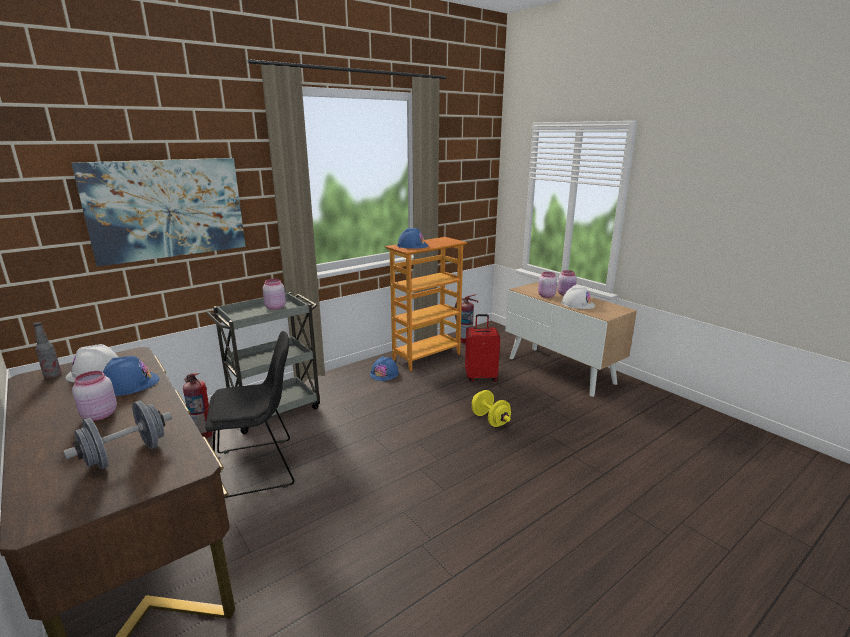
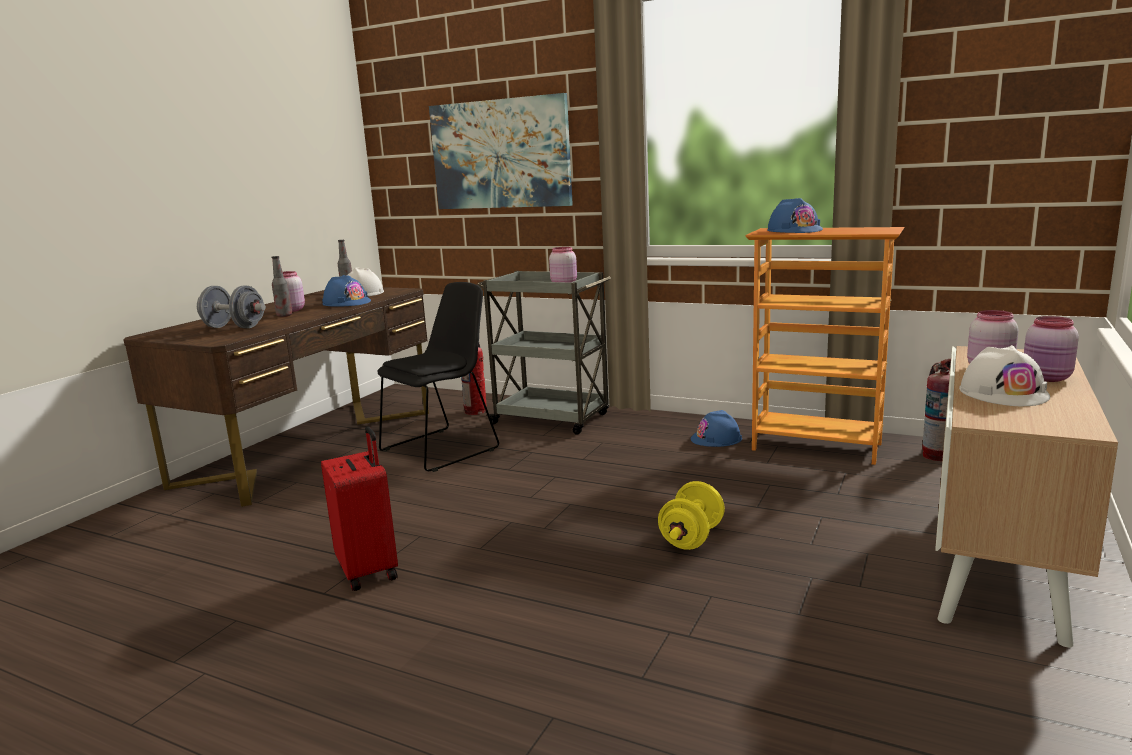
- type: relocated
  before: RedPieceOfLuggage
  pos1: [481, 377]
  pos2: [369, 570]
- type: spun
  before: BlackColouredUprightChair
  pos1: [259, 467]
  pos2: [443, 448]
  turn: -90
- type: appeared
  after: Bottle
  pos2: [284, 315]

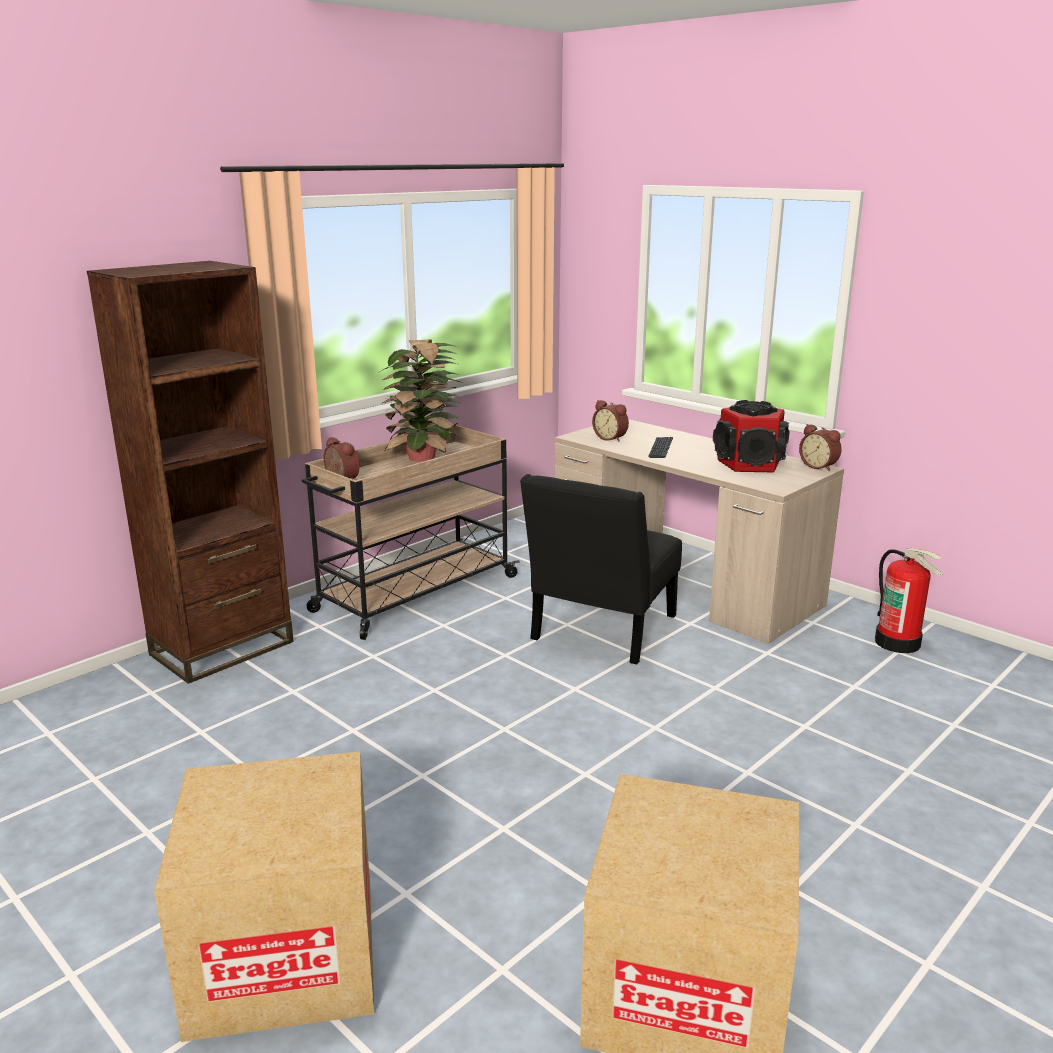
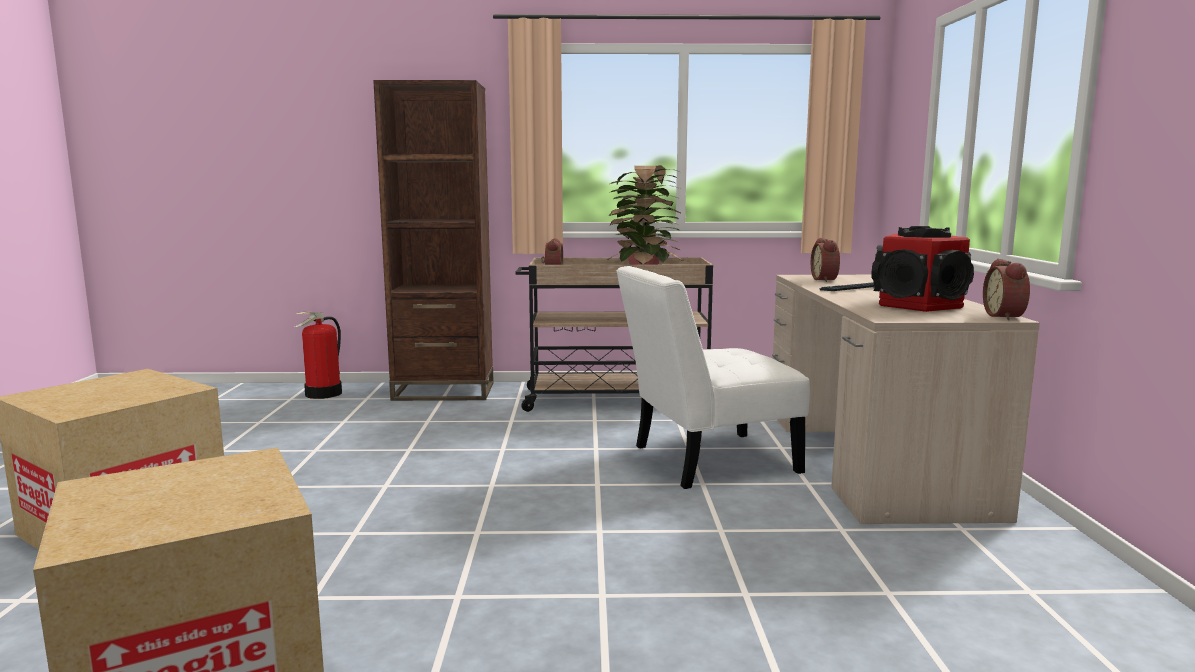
- type: colour
  before: BlackColouredUprightChair
  after: WhiteUprightChair
  pos1: [600, 631]
  pos2: [706, 461]
- type: relocated
  before: Extinguisher
  pos1: [898, 642]
  pos2: [324, 394]

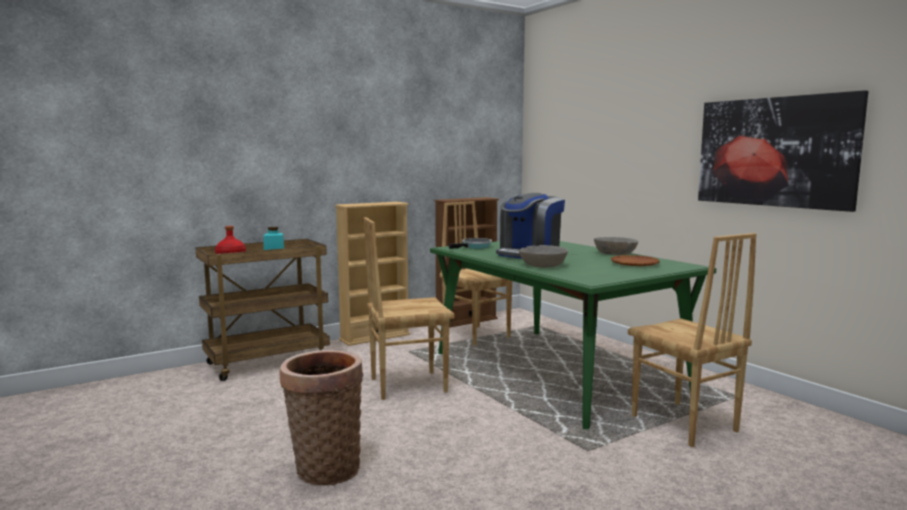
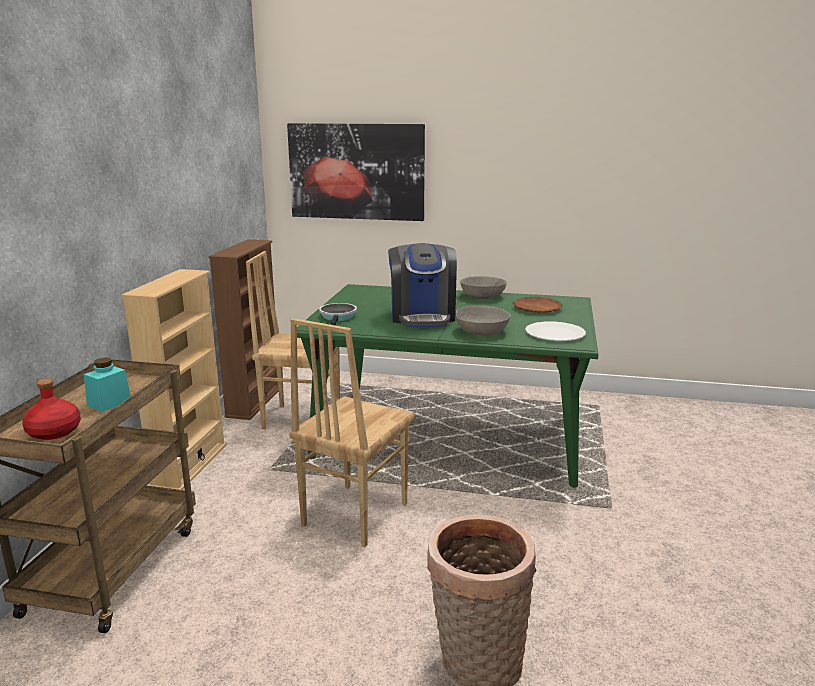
- type: relocated
  before: WallPicture
  pos1: [774, 152]
  pos2: [356, 171]
- type: missing
  before: BrownishUprightChair
  pos1: [683, 425]
- type: appeared
  after: WhitePlate
  pos2: [555, 333]

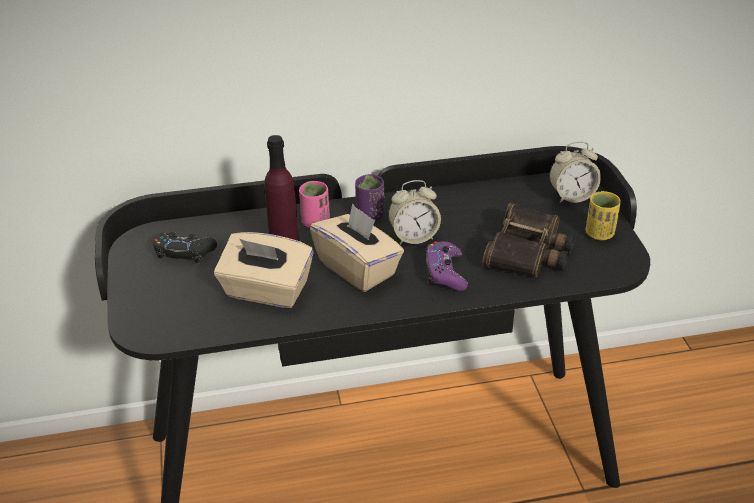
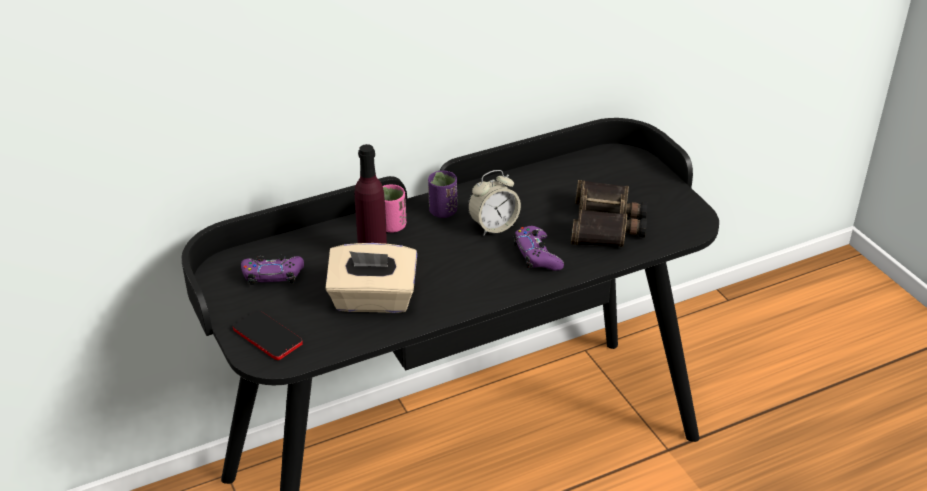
- type: missing
  before: AlarmClock
  pos1: [572, 196]
- type: missing
  before: YellowDrinkingCup
  pos1: [599, 234]
- type: missing
  before: BeigeColouredBoxOfTissues
  pos1: [358, 268]
- type: colour
  before: BlackColouredJoypad
  after: PurpleJoypad
  pos1: [184, 252]
  pos2: [273, 275]
- type: appeared
  after: Handset
  pos2: [267, 336]

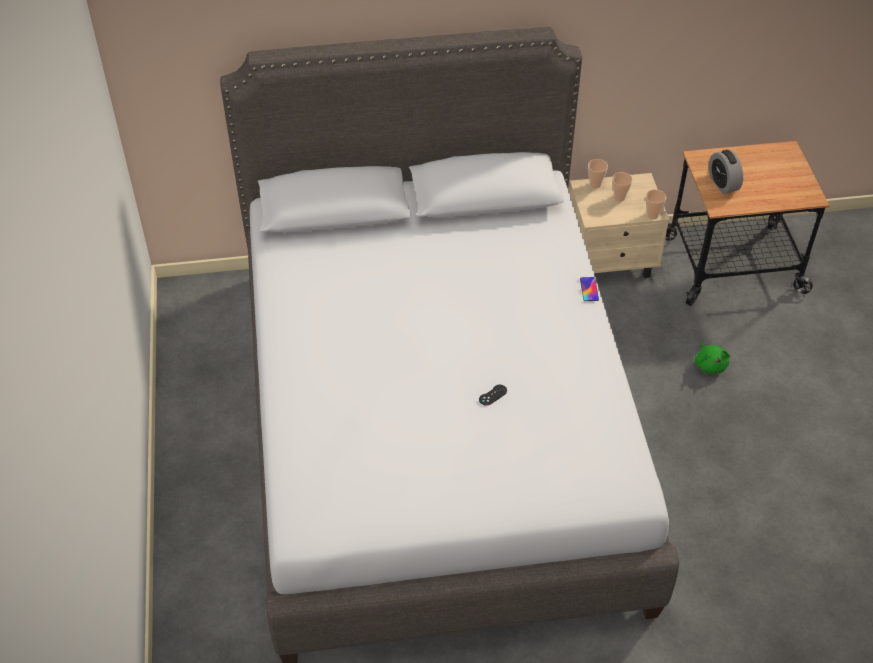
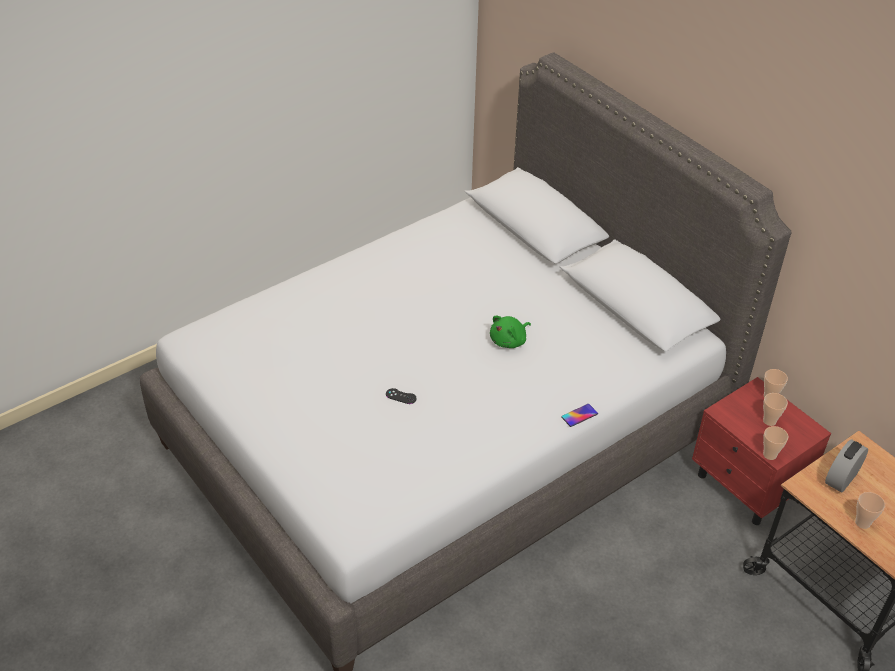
- type: colour
  before: BeigeColouredNightTable
  after: RedNightTable
  pos1: [610, 261]
  pos2: [748, 486]
- type: relocated
  before: GreenishCuddlyToy
  pos1: [710, 365]
  pos2: [509, 341]
- type: appeared
  after: DrinkingCup
  pos2: [862, 523]

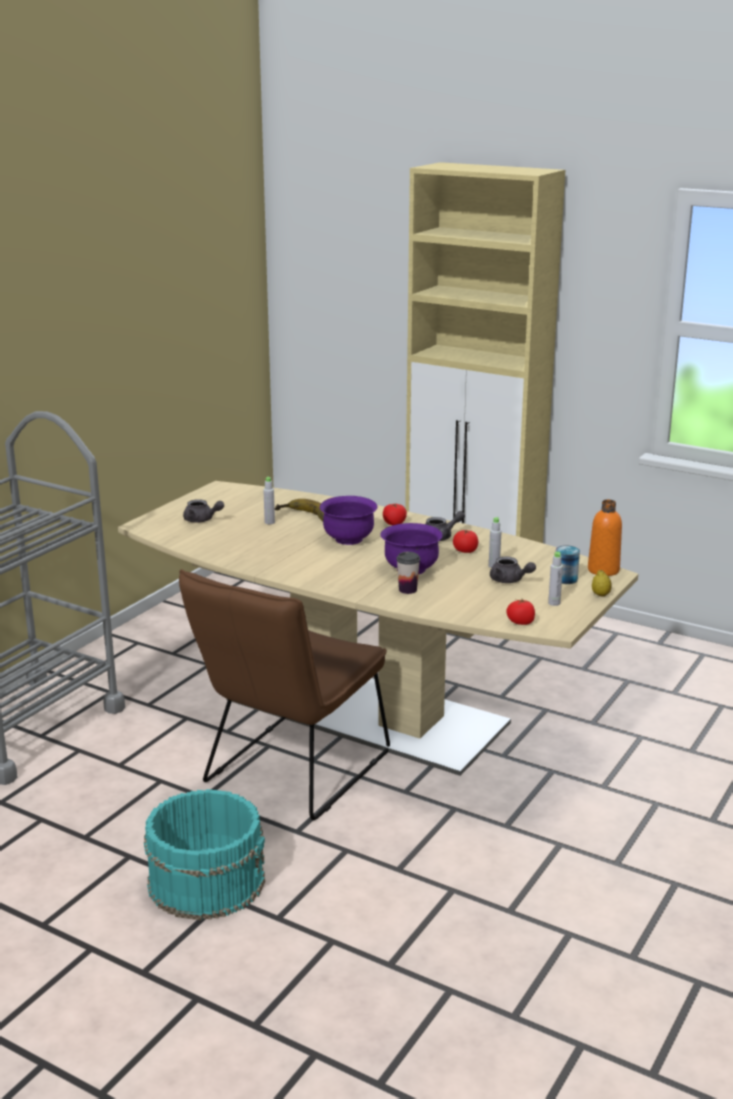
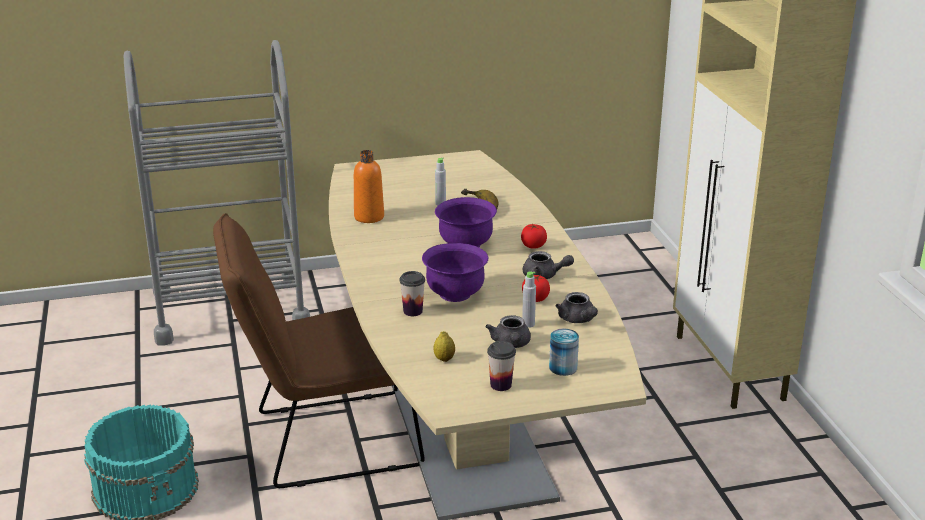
- type: relocated
  before: GrayPotForTea
  pos1: [202, 520]
  pos2: [578, 320]
- type: relocated
  before: OrangeyBottle
  pos1: [603, 570]
  pos2: [369, 217]
- type: exchanged
  before: GrayBottle
  after: DrinkingCup
  pos1: [554, 603]
  pos2: [501, 385]
- type: relocated
  before: Lemon
  pos1: [600, 595]
  pos2: [444, 359]
- type: missing
  before: WholeTomato
  pos1: [520, 622]

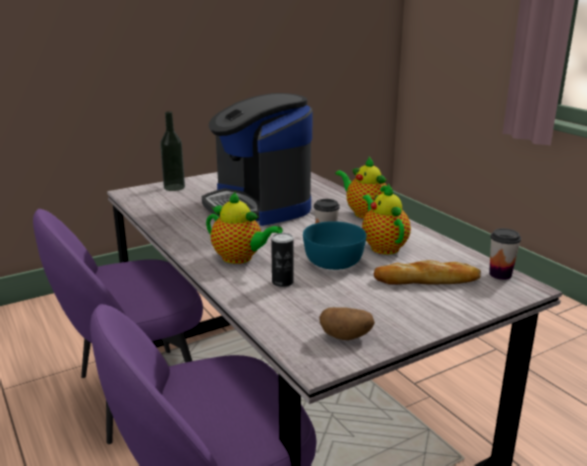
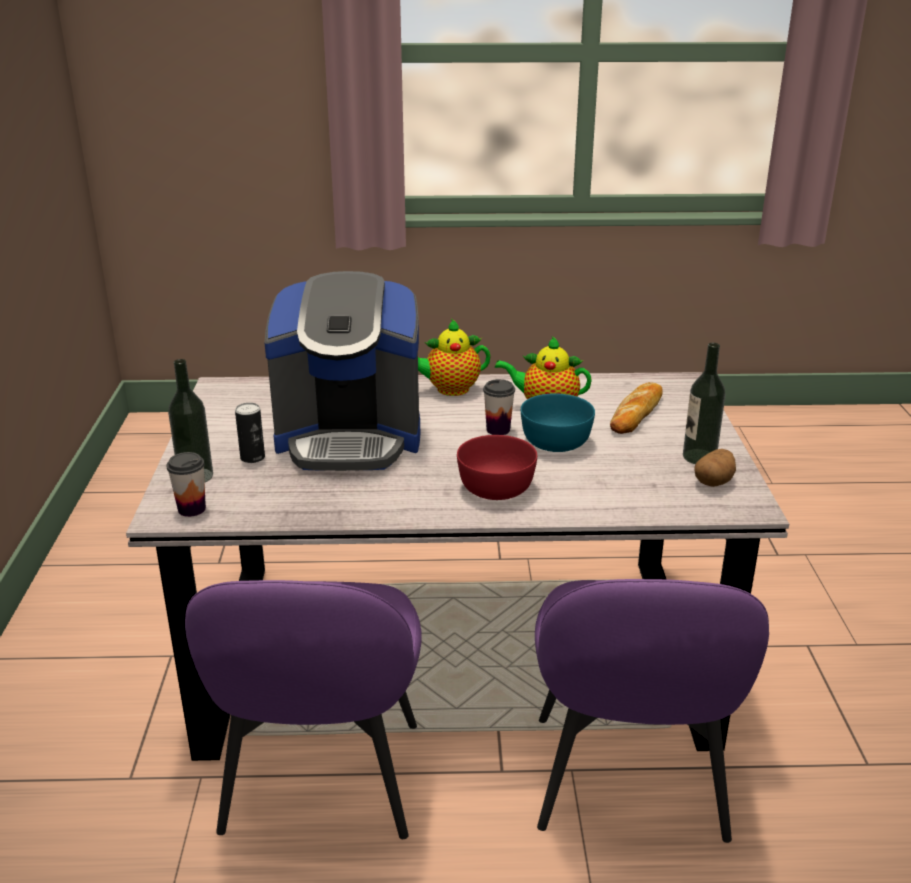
- type: exchanged
  before: PotForTea
  after: RedBowl
  pos1: [240, 258]
  pos2: [496, 488]
- type: relocated
  before: DrinkingCup
  pos1: [500, 274]
  pos2: [191, 509]
- type: relocated
  before: Can
  pos1: [282, 282]
  pos2: [252, 457]
- type: appeared
  after: Bottle
  pos2: [699, 457]

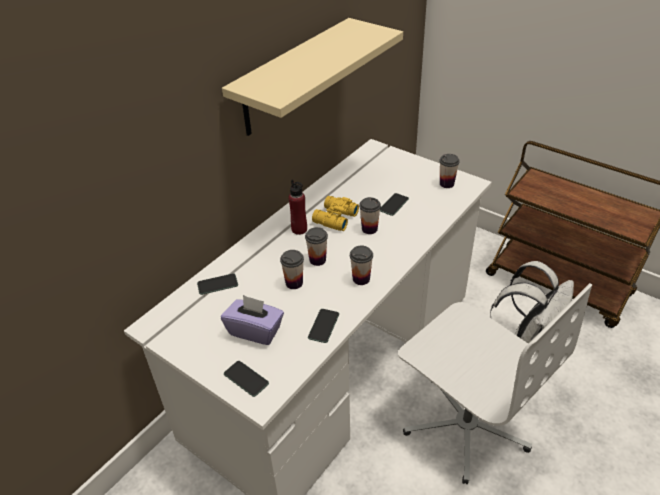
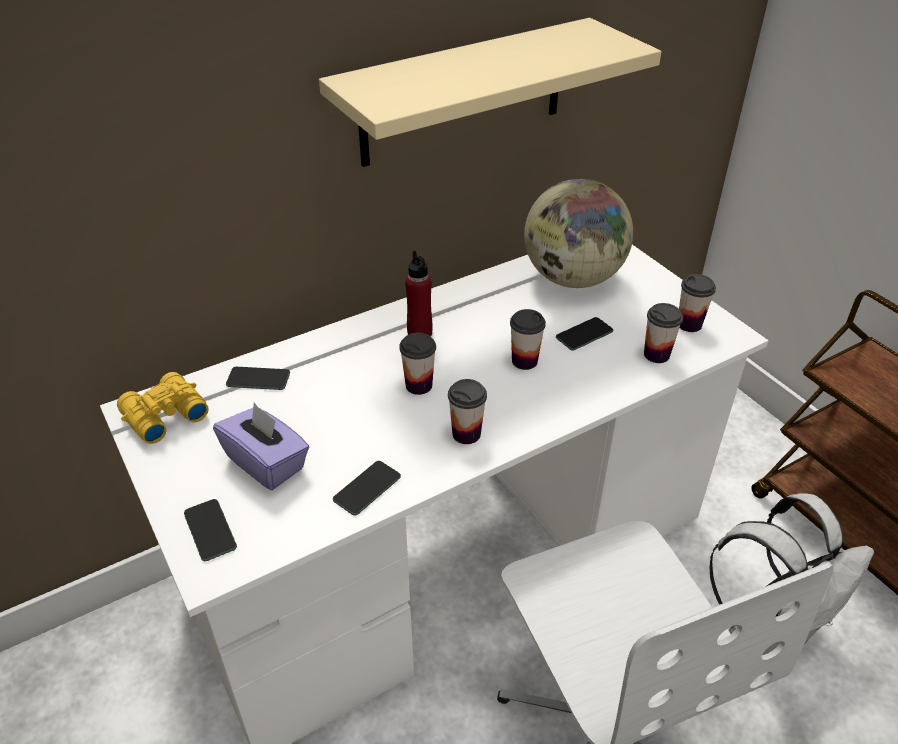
- type: relocated
  before: YellowBinoculars
  pos1: [334, 218]
  pos2: [163, 415]
- type: relocated
  before: DrinkingCup
  pos1: [294, 283]
  pos2: [656, 354]
- type: appeared
  after: WorldGlobe
  pos2: [572, 278]

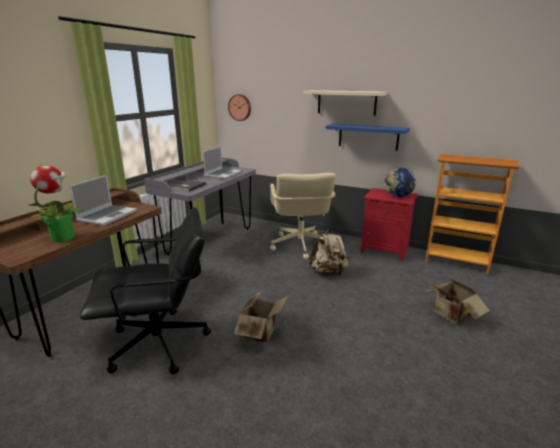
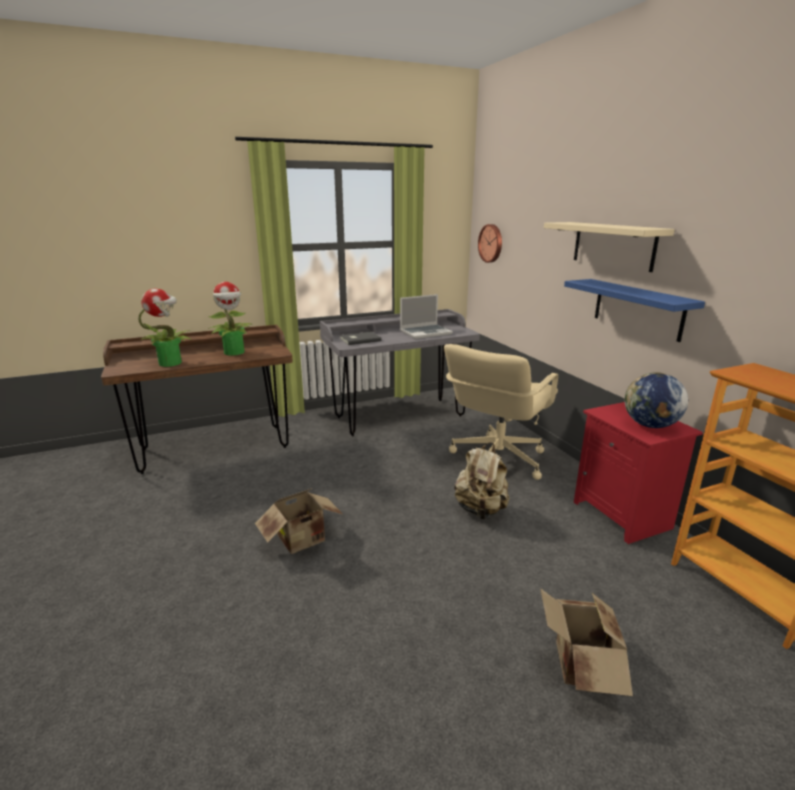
- type: exchanged
  before: NotebookComputer
  after: Houseplant
  pos1: [107, 216]
  pos2: [234, 352]
- type: missing
  before: BlackColouredComputerChair
  pos1: [160, 344]

